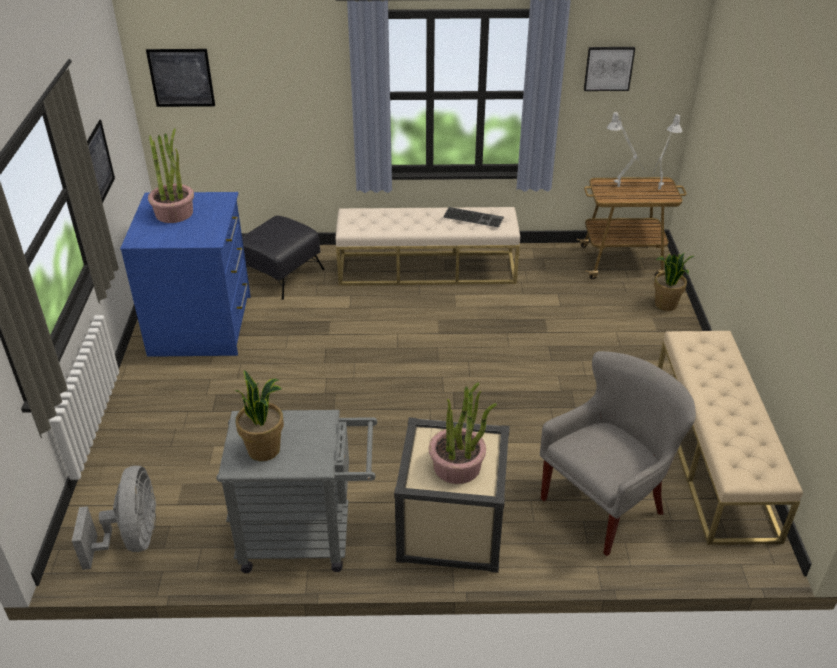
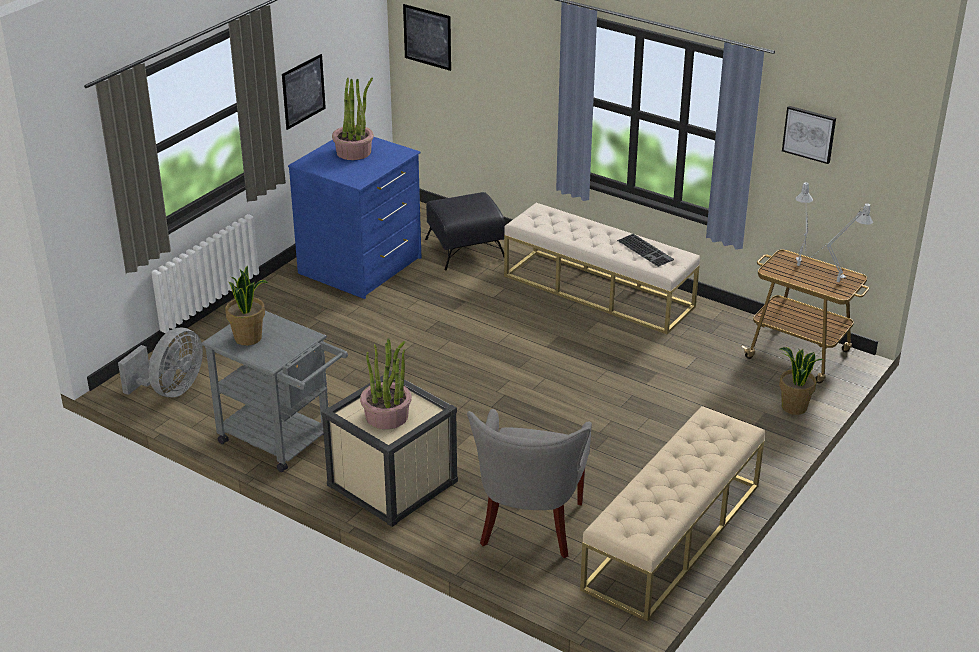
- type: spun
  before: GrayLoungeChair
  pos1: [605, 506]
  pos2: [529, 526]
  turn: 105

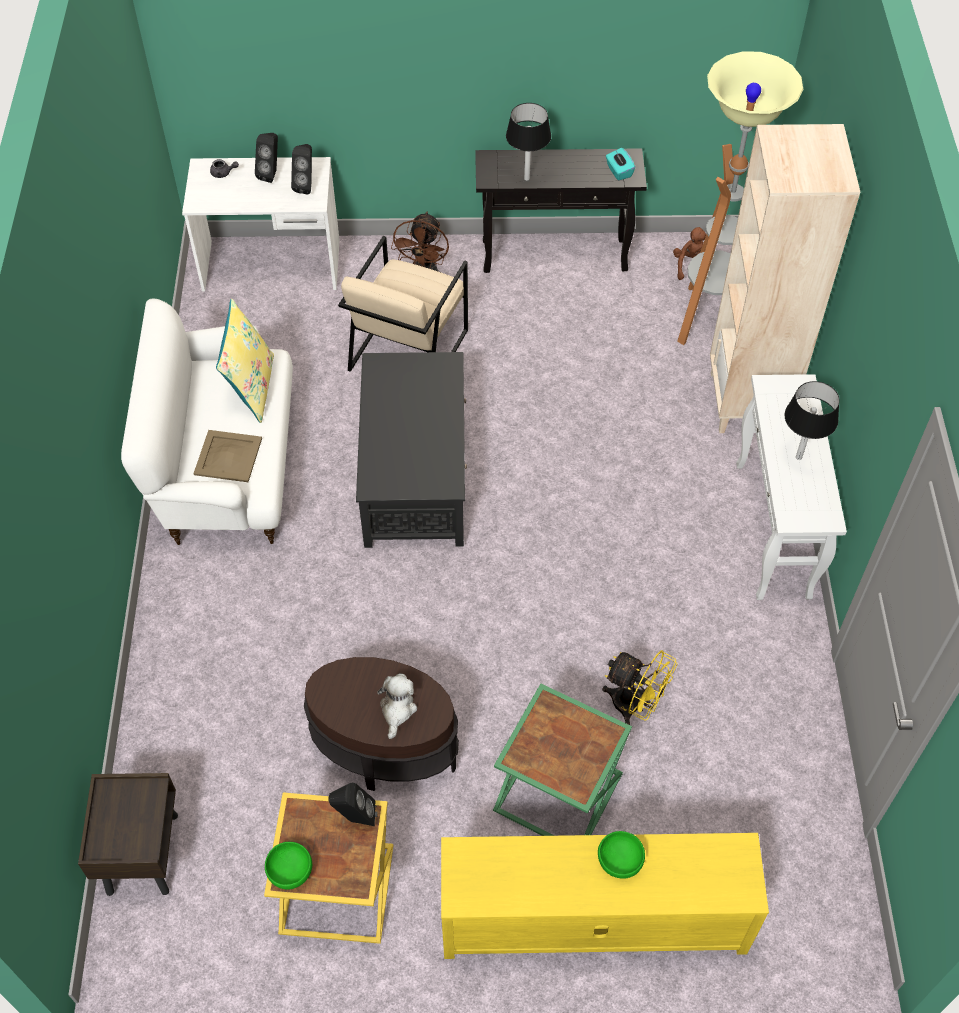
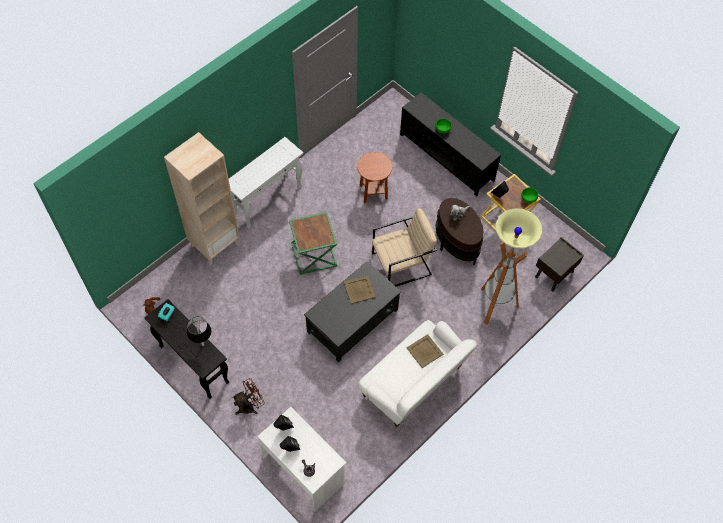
- type: relocated
  before: StandardLamp
  pos1: [708, 318]
  pos2: [495, 305]
- type: relocated
  before: BeigeColouredLoungeChair
  pos1: [407, 350]
  pos2: [401, 264]
- type: missing
  before: YellowThrowPillow
  pos1: [251, 387]
- type: missing
  before: BlackColouredTableLamp
  pos1: [799, 457]
- type: exchanged
  before: YellowFan
  after: BrownishSideTable
  pos1: [634, 706]
  pos2: [373, 192]
- type: relocated
  before: GreenishSideTable
  pos1: [560, 791]
  pos2: [313, 254]
- type: colour
  before: YellowMediaConsole
  after: BlackColouredMediaConsole
  pos1: [592, 918]
  pos2: [446, 157]
- type: appeared
  after: BeigeColouredTray
  pos2: [359, 289]

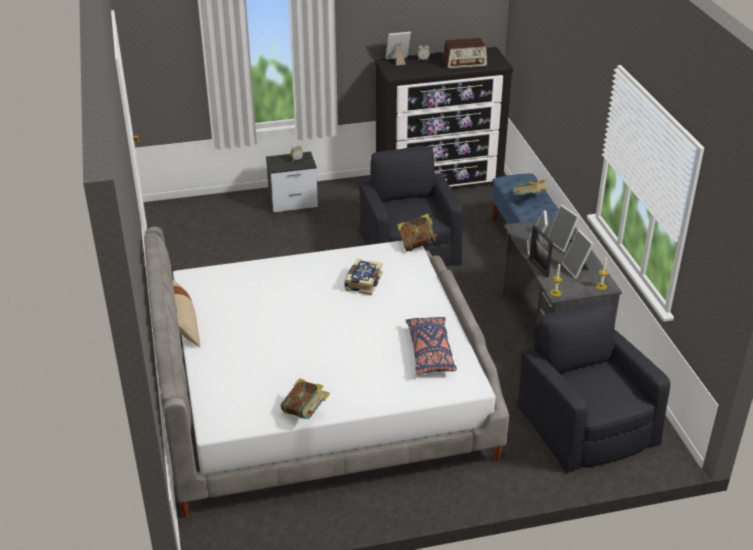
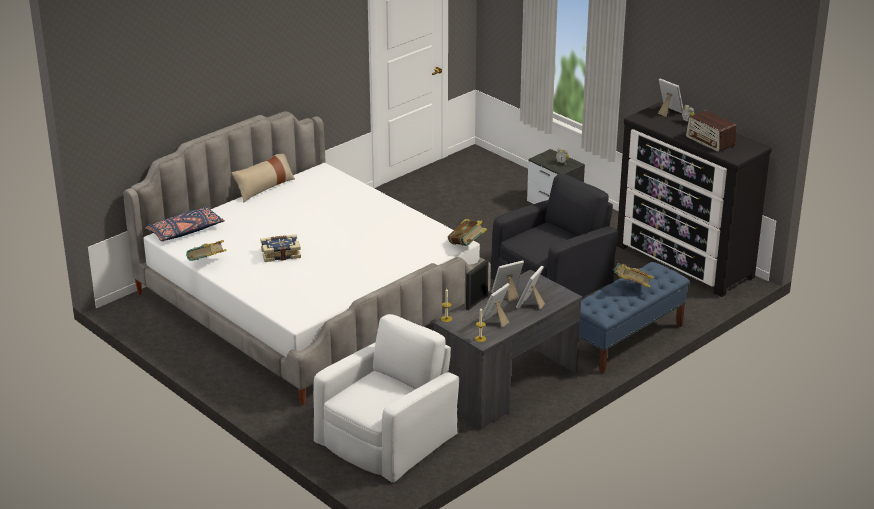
- type: relocated
  before: Book
  pos1: [362, 282]
  pos2: [280, 254]
- type: colour
  before: BlackColouredLoungeChair
  after: WhiteLoungeChair
  pos1: [585, 422]
  pos2: [387, 436]
- type: relocated
  before: BluishThrowPillow
  pos1: [430, 352]
  pos2: [185, 231]

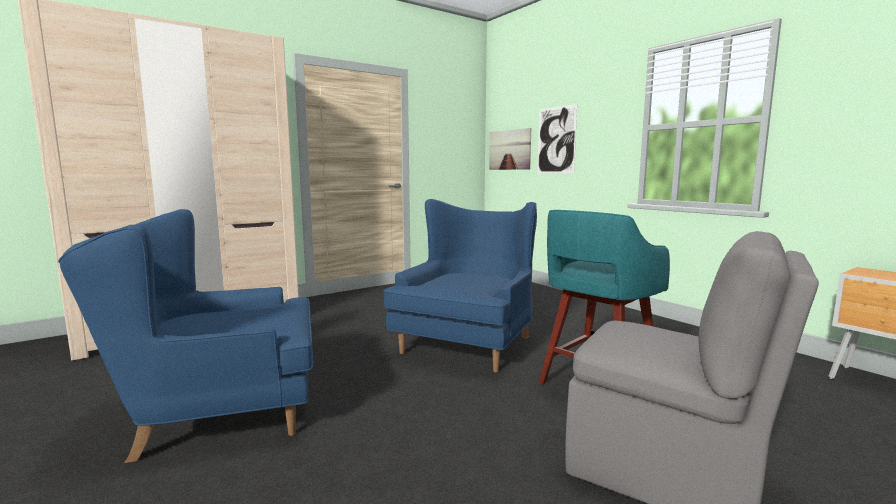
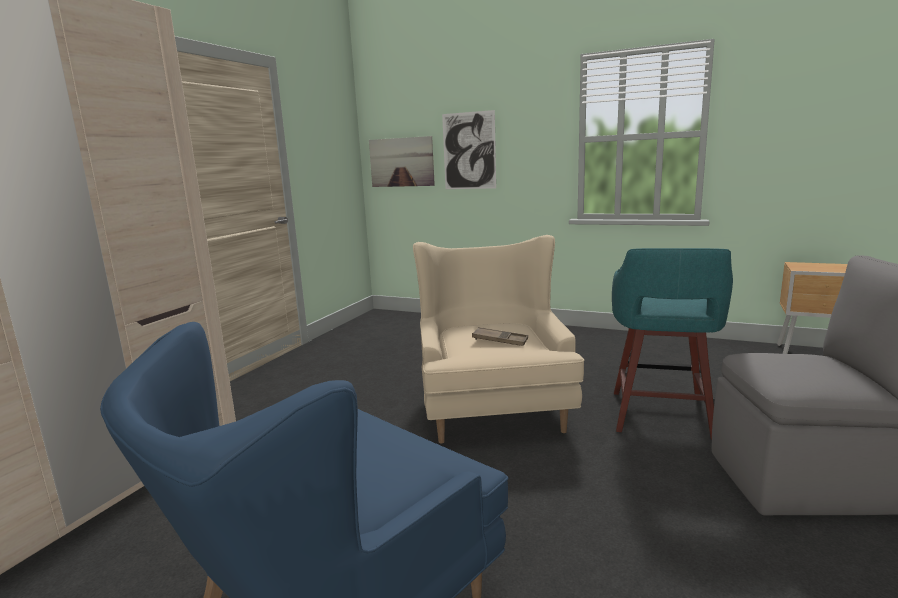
- type: colour
  before: BluishLoungeChair
  after: BeigeColouredLoungeChair
  pos1: [468, 343]
  pos2: [492, 407]
- type: appeared
  after: BrownishTray
  pos2: [500, 340]

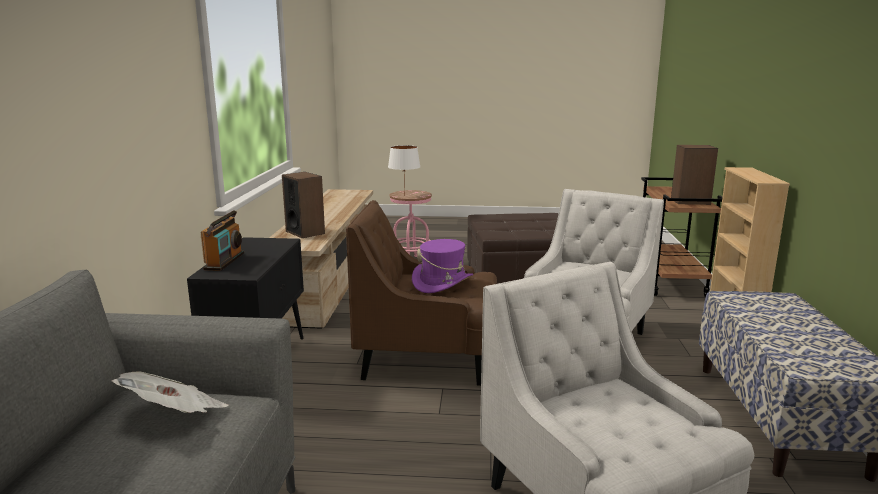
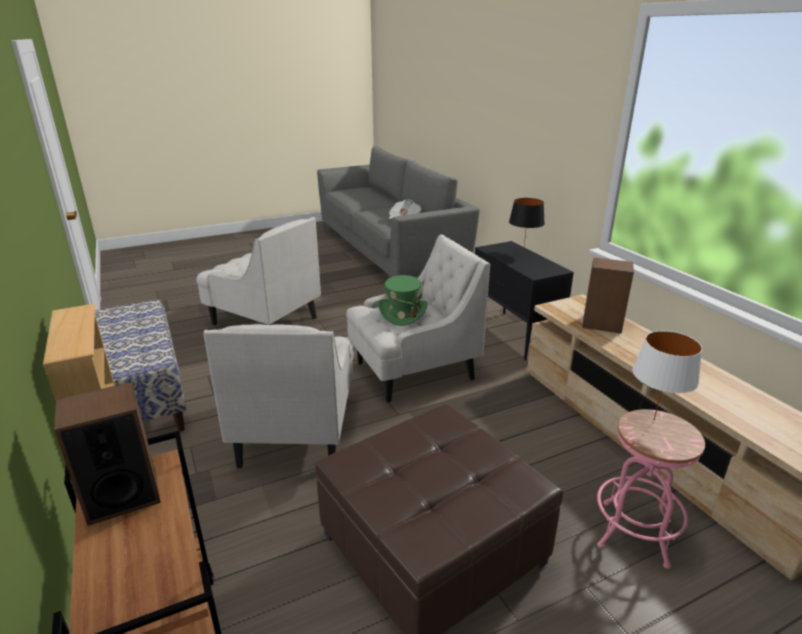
- type: colour
  before: BrownishLoungeChair
  after: WhiteLoungeChair
  pos1: [428, 359]
  pos2: [413, 371]
- type: exchanged
  before: Radio
  after: BlackColouredTableLamp
  pos1: [224, 261]
  pos2: [523, 252]
- type: colour
  before: PurpleHat
  after: GreenishHat
  pos1: [442, 283]
  pos2: [402, 313]

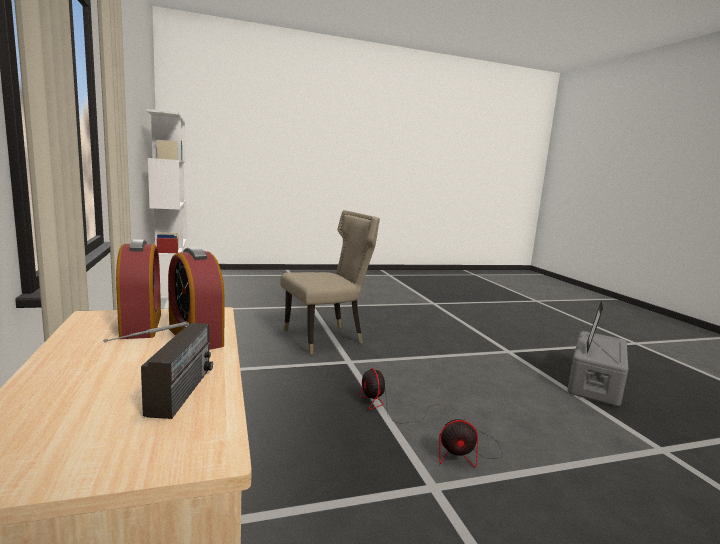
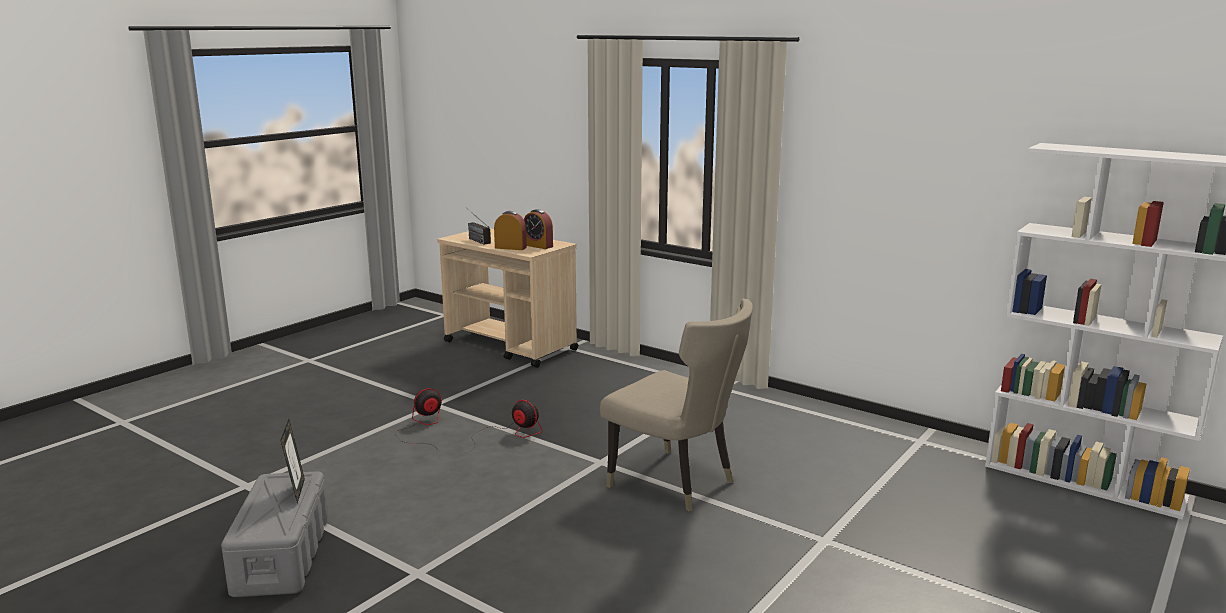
- type: spun
  before: BeigeColouredUprightChair
  pos1: [327, 338]
  pos2: [677, 483]
  turn: -75

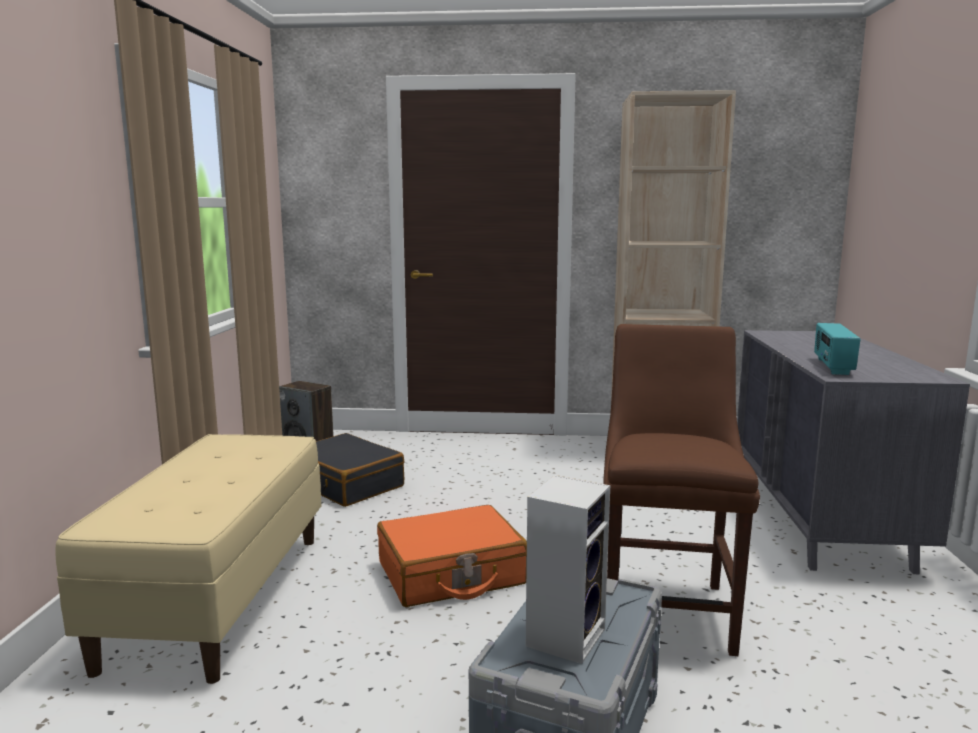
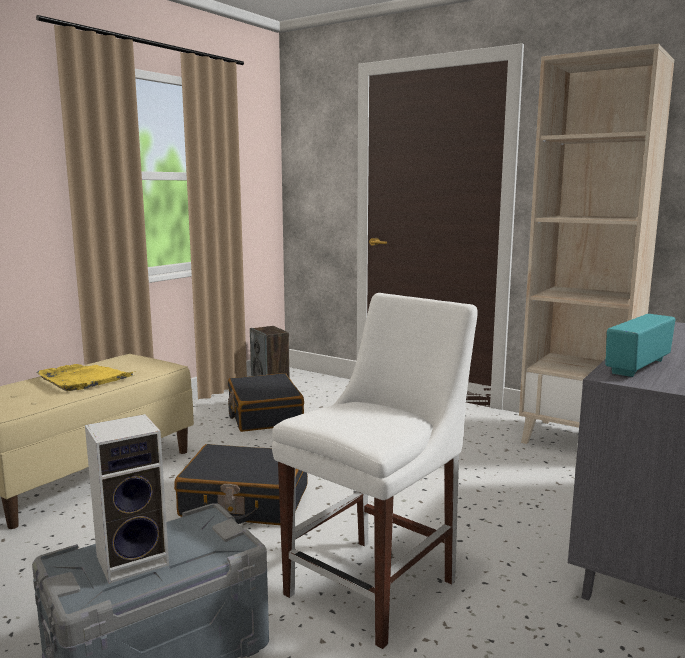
- type: colour
  before: BrownishUprightChair
  after: WhiteUprightChair
  pos1: [666, 608]
  pos2: [377, 584]
- type: colour
  before: OrangeyPieceOfLuggage
  after: BlackColouredPieceOfLuggage
  pos1: [451, 574]
  pos2: [245, 501]
- type: appeared
  after: YellowTray
  pos2: [84, 379]

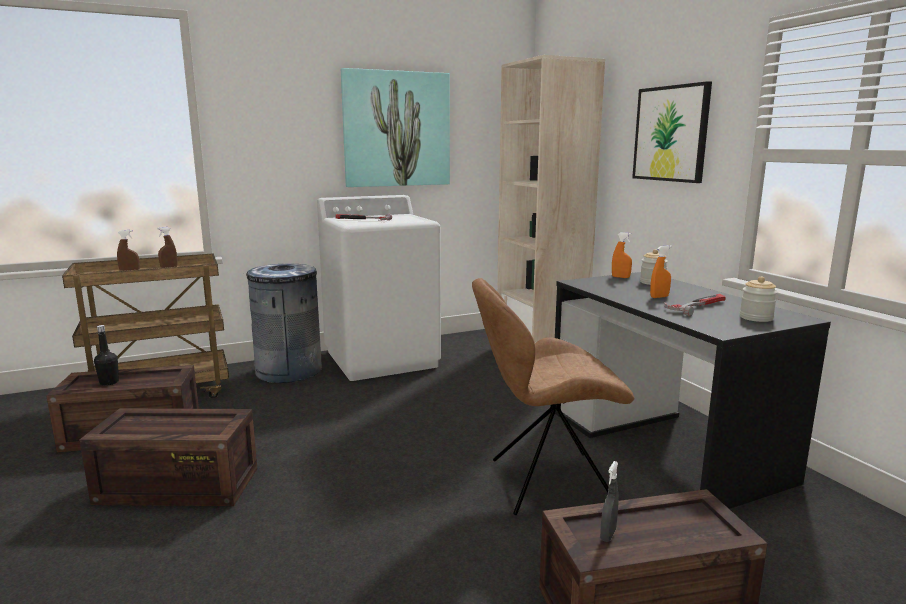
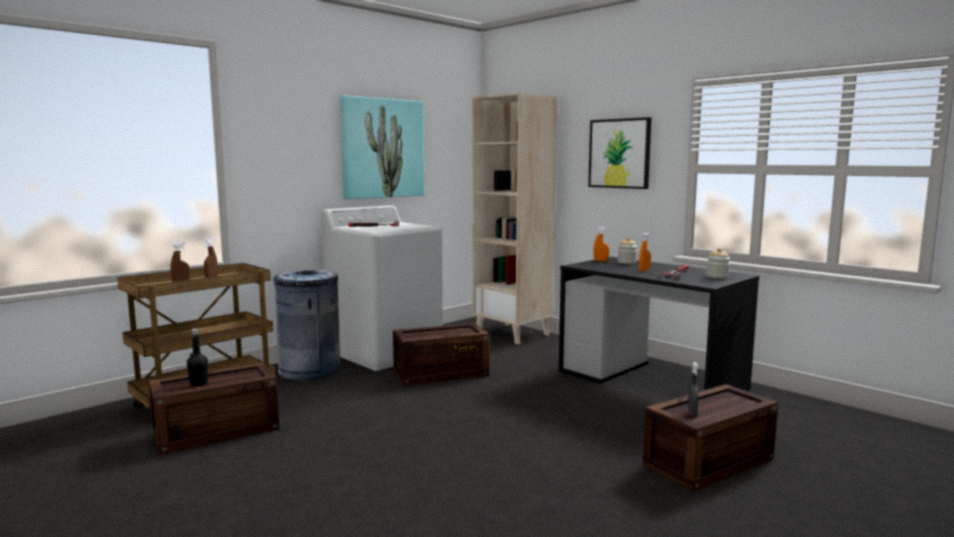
- type: missing
  before: BrownishUprightChair
  pos1: [546, 482]
- type: relocated
  before: PackingCrate
  pos1: [175, 487]
  pos2: [439, 374]

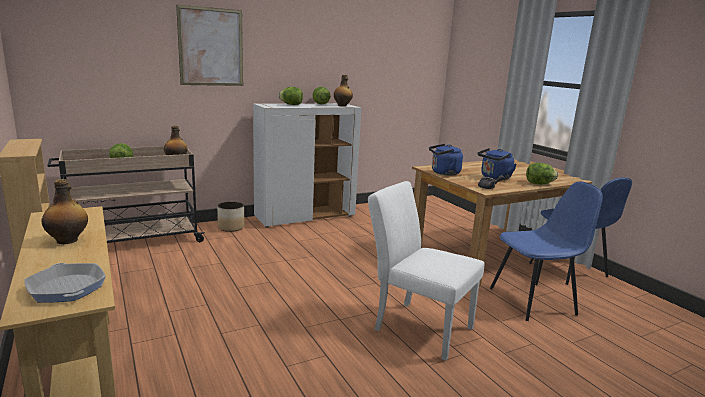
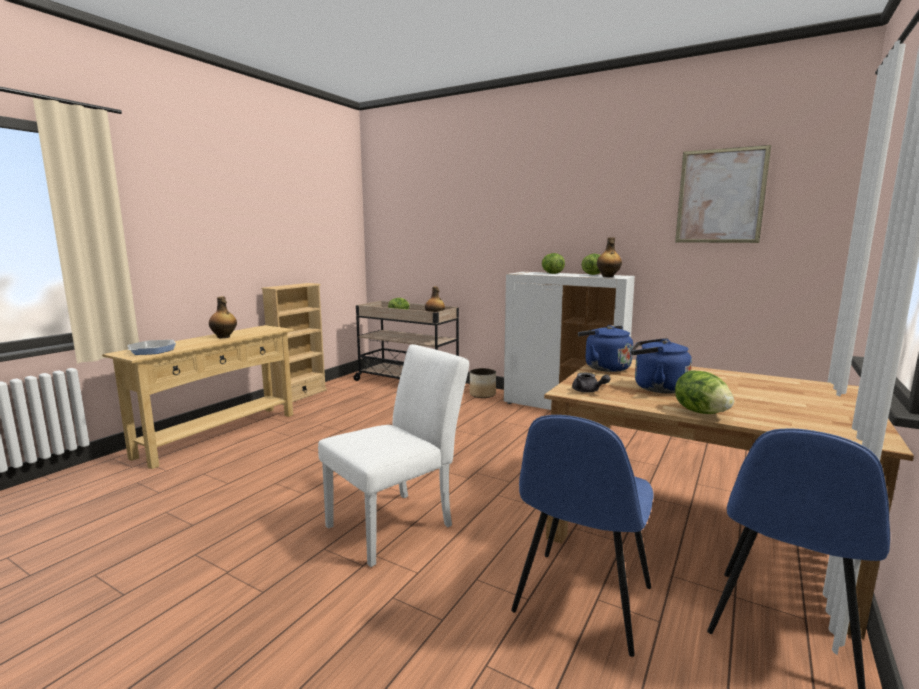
- type: relocated
  before: WallPicture
  pos1: [211, 47]
  pos2: [720, 196]
- type: spun
  before: WhiteUprightChair
  pos1: [416, 326]
  pos2: [398, 523]
  turn: 45
- type: spun
  before: BluishUprightChair
  pos1: [534, 301]
  pos2: [581, 601]
  turn: 75

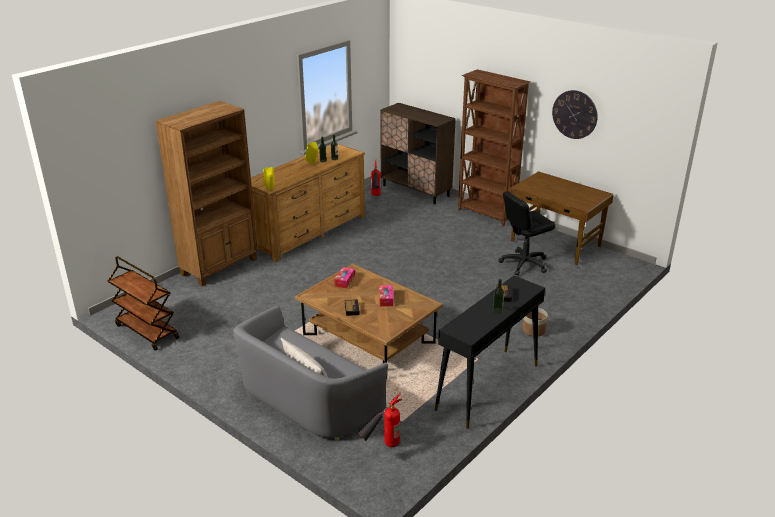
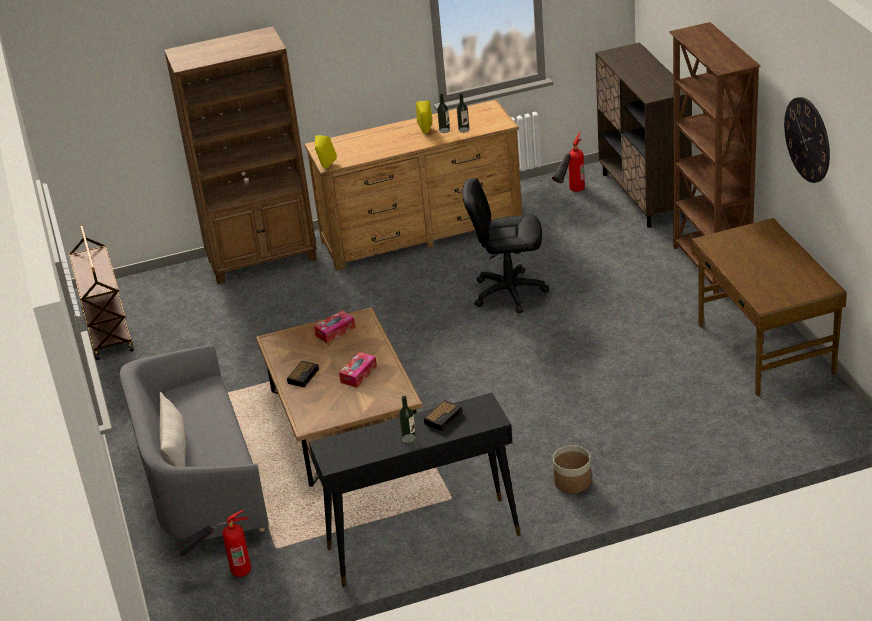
- type: relocated
  before: BlackColouredComputerChair
  pos1: [524, 263]
  pos2: [509, 292]

